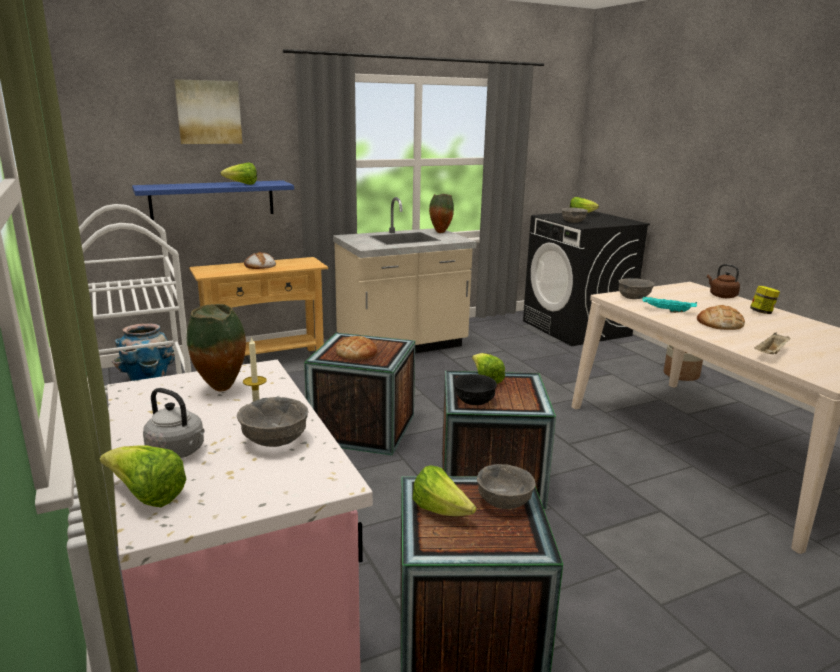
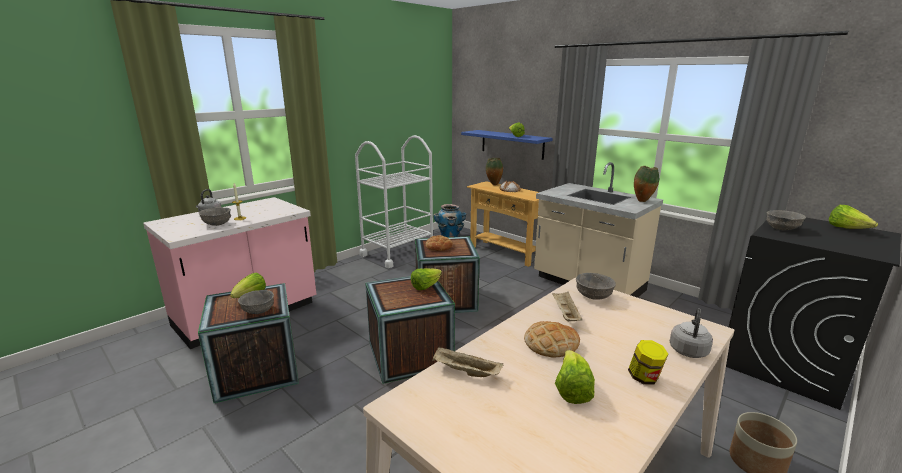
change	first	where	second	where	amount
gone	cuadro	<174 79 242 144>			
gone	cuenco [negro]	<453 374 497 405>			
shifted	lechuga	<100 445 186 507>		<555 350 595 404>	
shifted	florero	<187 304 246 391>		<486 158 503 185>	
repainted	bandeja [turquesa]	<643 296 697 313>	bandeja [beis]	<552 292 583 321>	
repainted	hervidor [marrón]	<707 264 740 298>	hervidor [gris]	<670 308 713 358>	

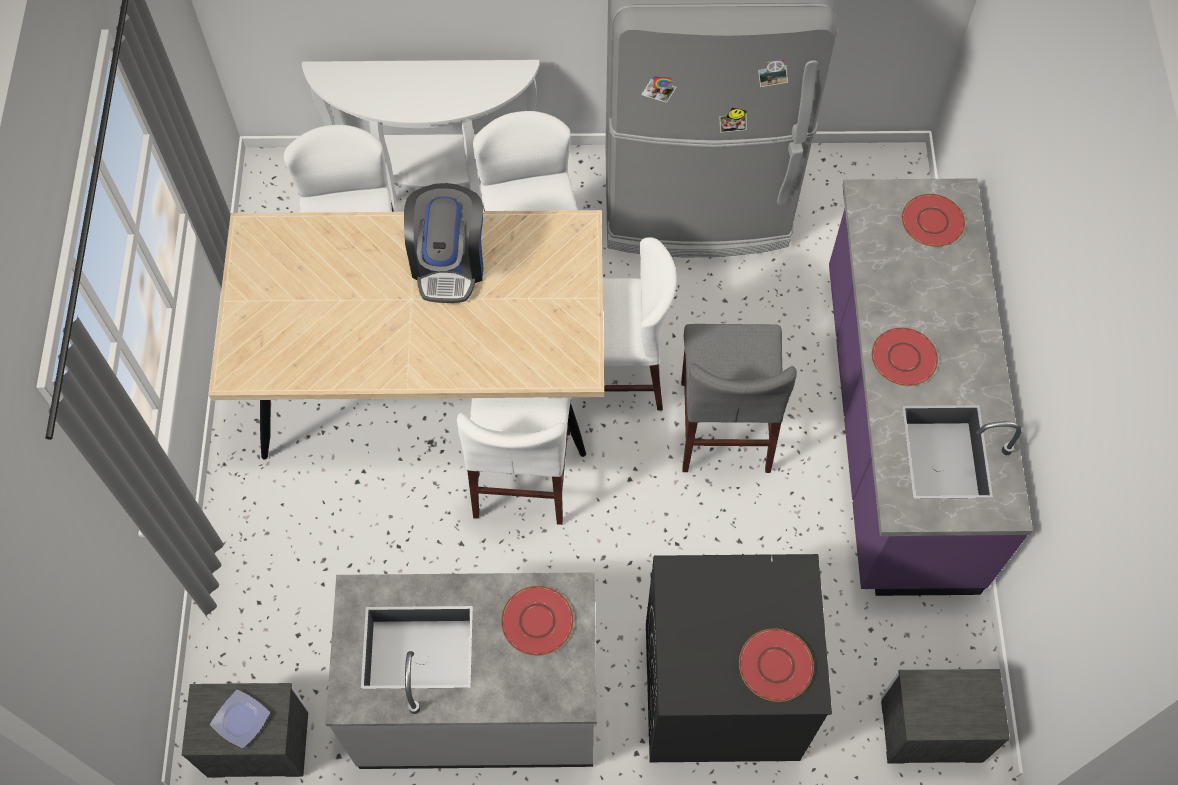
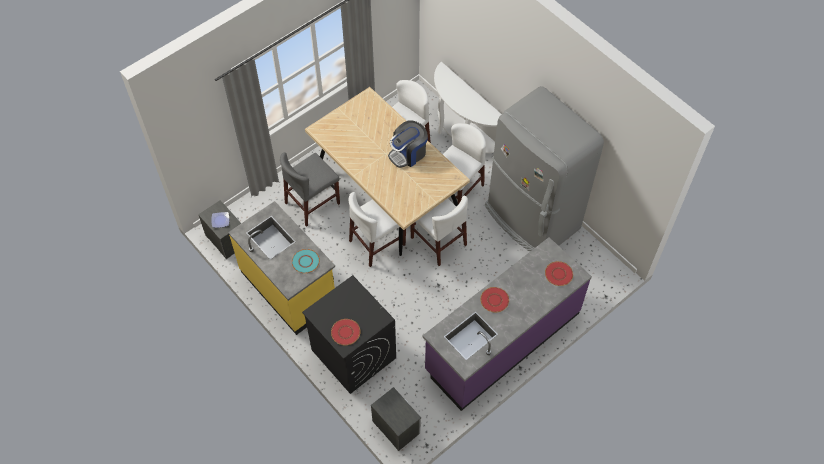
change	first	where	second	where	amount
shifted	silla [gris]	<681 324 797 473>		<280 152 340 227>	
repainted	mueble bajo de cocina [gris]	<326 572 596 769>	mueble bajo de cocina [amarillo]	<228 201 335 335>	
repainted	plato [rojo]	<501 586 574 656>	plato [turquesa]	<292 249 320 273>	

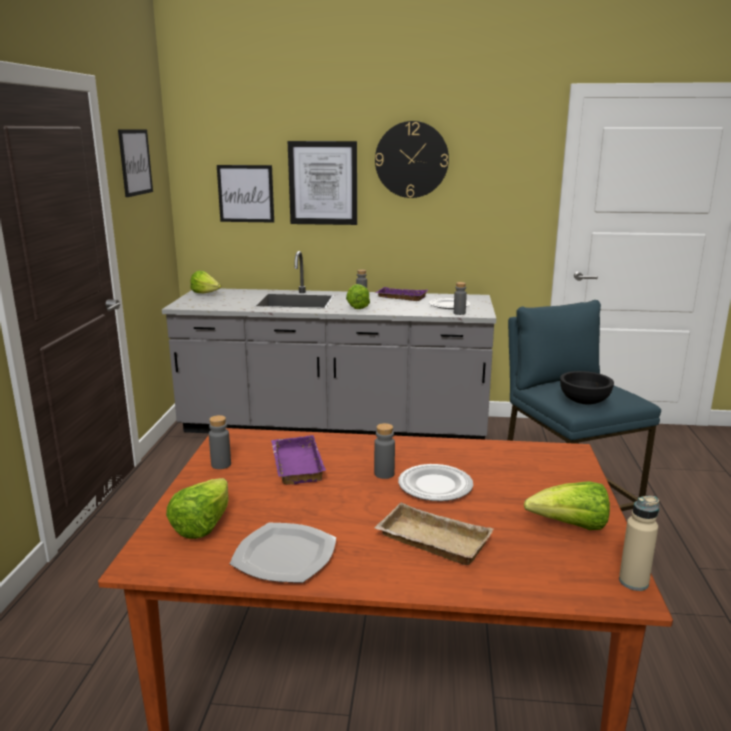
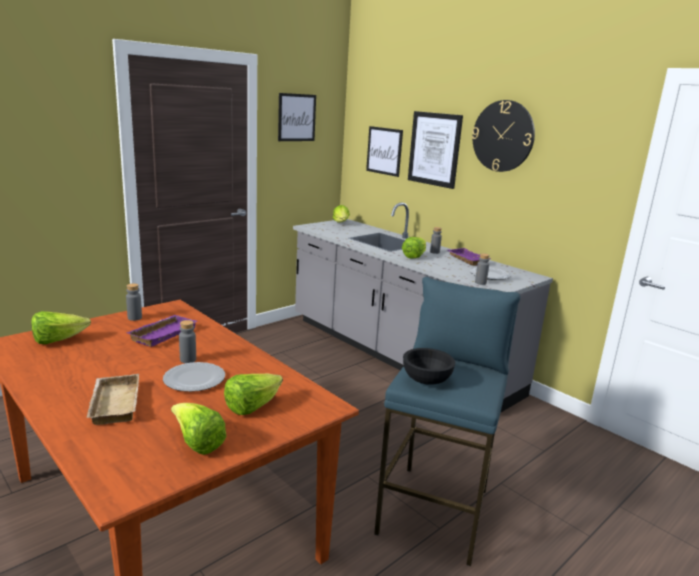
change	first	where	second	where	amount
gone	plato	<230 523 336 583>			
gone	botella [beis]	<619 496 659 591>			
new			lechuga	<224 373 283 415>	

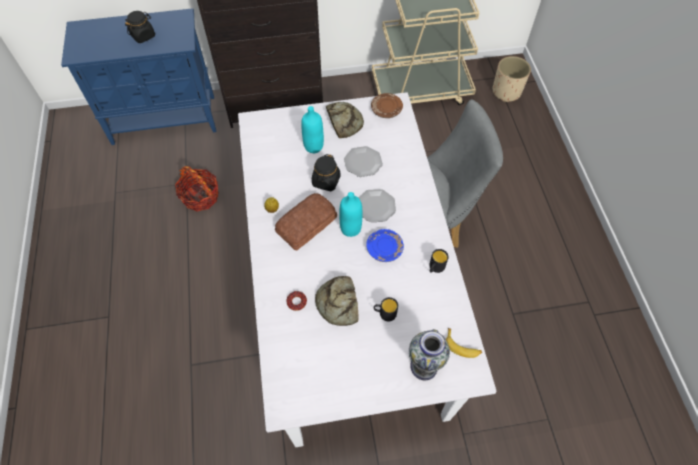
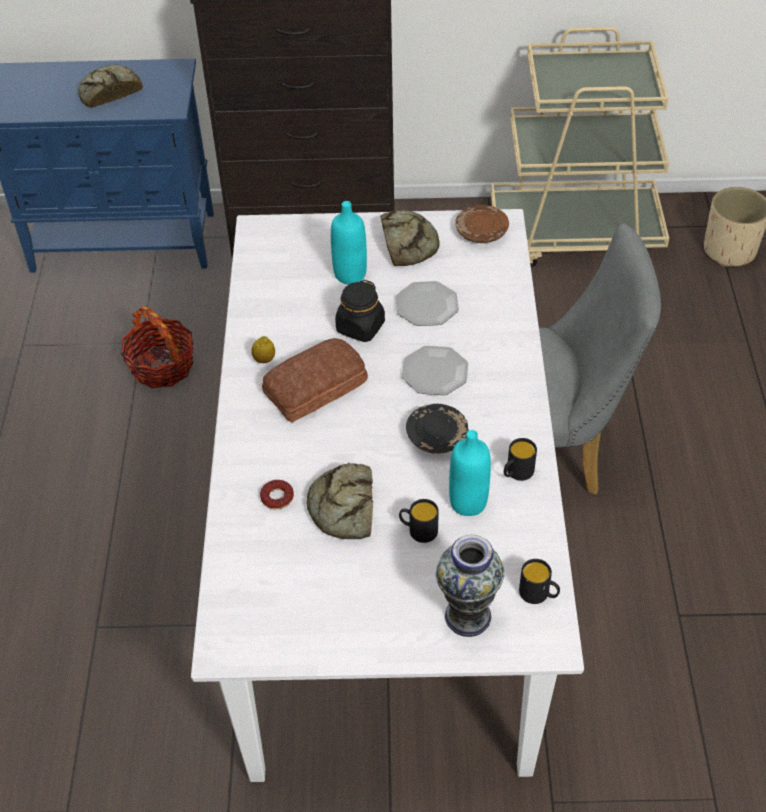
change	first	where	second	where	amount
shifted	botella [turquesa]	<339 192 362 237>		<449 430 491 516>	
swapped	tarro [negro]	<125 11 155 43>	pan	<78 64 143 108>	
swapped	plátano	<446 328 482 358>	taza grande [negro]	<519 559 560 604>	
repainted	plato [azul]	<366 229 404 262>	plato [negro]	<406 404 469 454>	

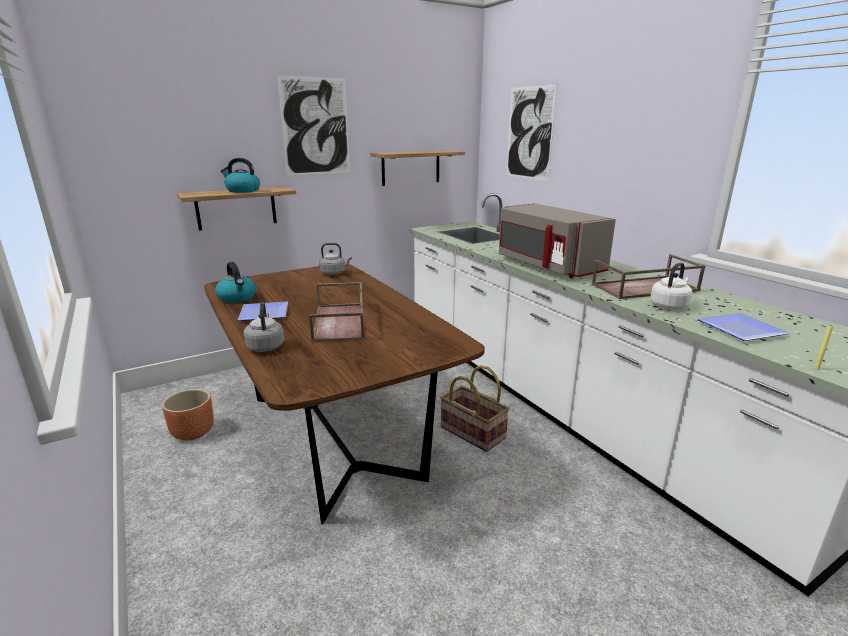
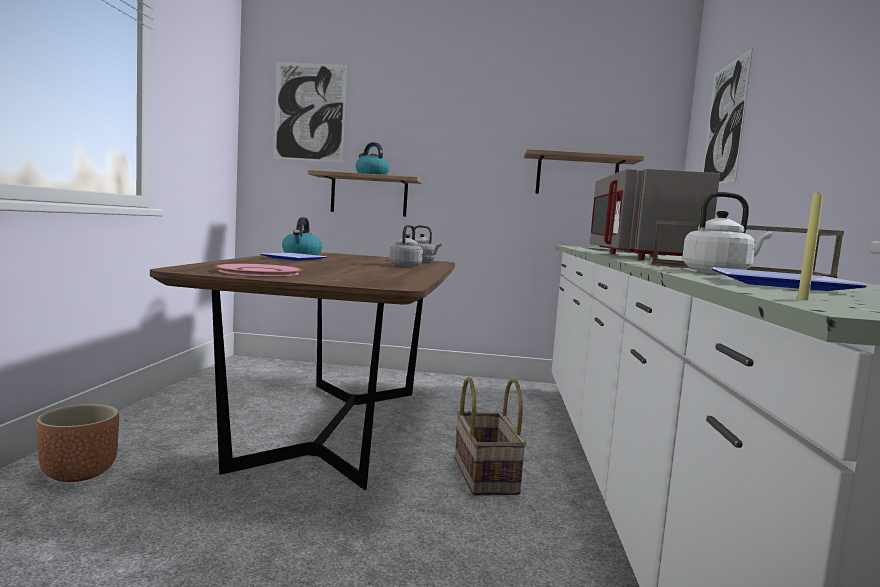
change	first	where	second	where	amount
gone	bandeja [marrón]	<309 282 364 343>			
new			plato [rosa]	<214 264 303 276>	
shifted	maceta [marrón]	<162 389 214 440>		<36 404 119 482>	
shifted	hervidor [gris]	<244 302 284 352>		<389 225 423 267>	
shifted	cuadro	<277 75 350 176>		<274 62 347 163>	

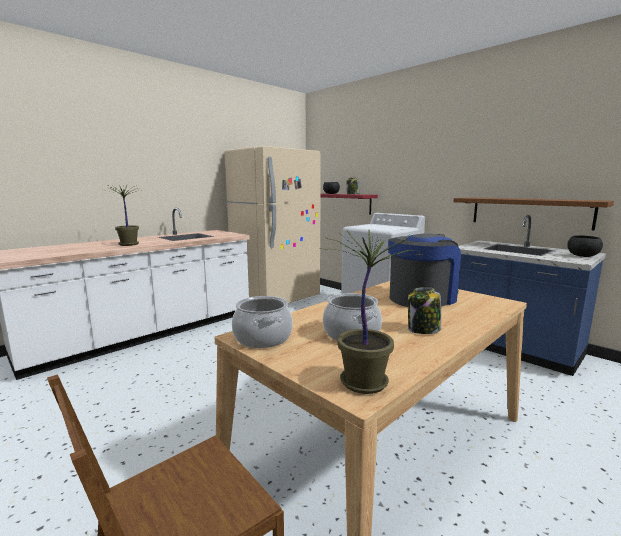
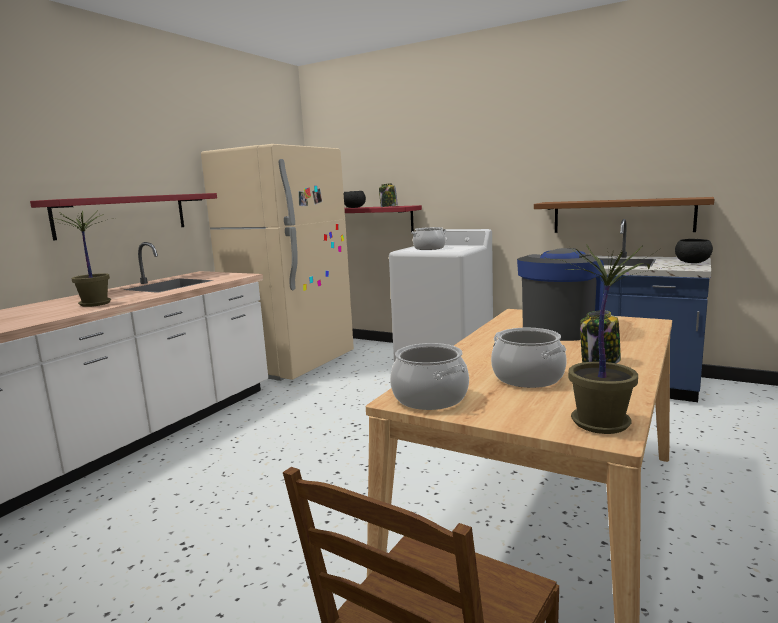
change	first	where	second	where	amount
new			estante [rojo]	<30 193 217 241>	
new			olla	<411 227 446 250>	

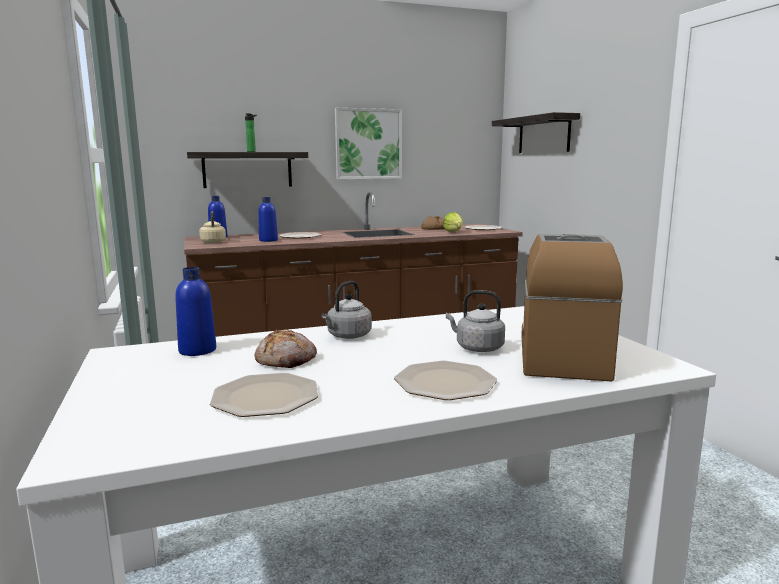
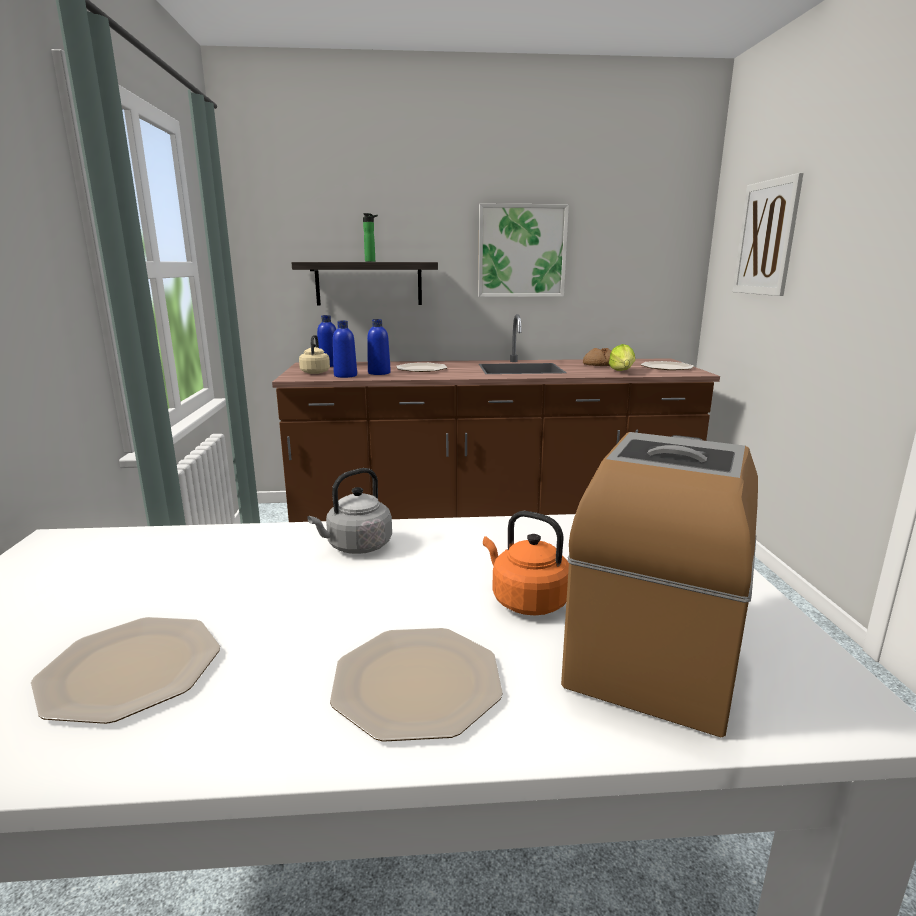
change	first	where	second	where	amount
gone	pan	<254 330 317 368>			
shifted	botella [azul]	<175 267 216 356>		<333 321 357 378>	
swapped	estante	<492 112 580 153>	cuadro	<733 173 803 296>	
repainted	hervidor [gris]	<446 290 505 352>	hervidor [naranja]	<483 511 569 616>	

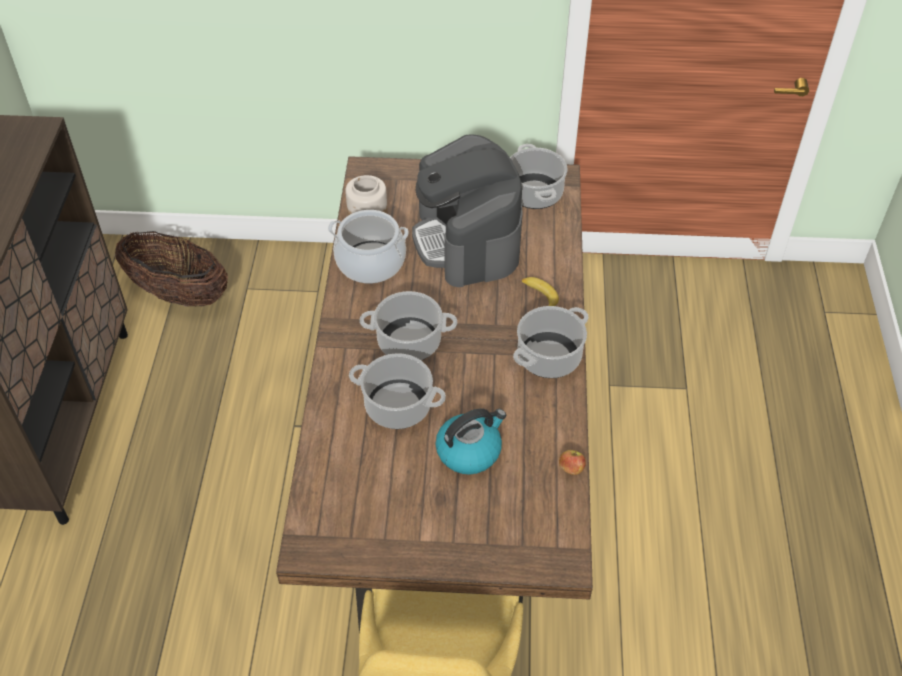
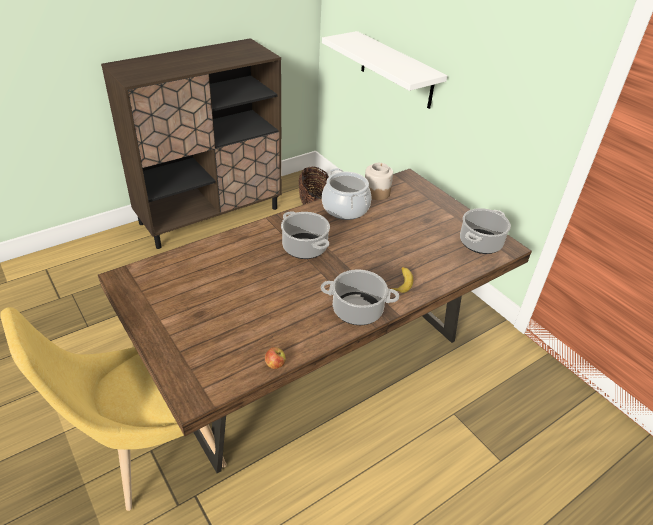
change	first	where	second	where	amount
gone	olla	<349 353 446 429>			
gone	cafetera	<412 134 523 287>			
gone	hervidor	<436 408 506 475>			
new			estante [blanco]	<322 31 448 109>	

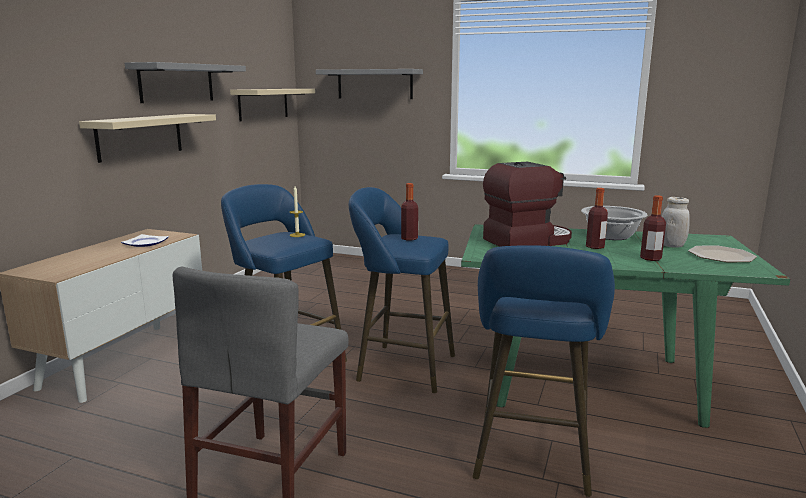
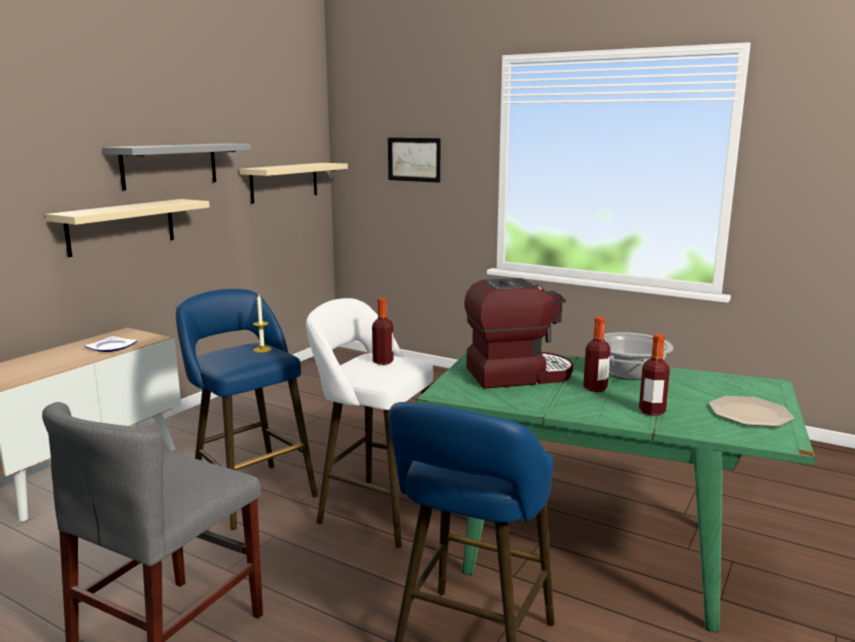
change	first	where	second	where	amount
gone	tarro [blanco]	<662 197 690 248>			
swapped	estante [gris]	<316 69 423 99>	cuadro	<388 138 440 183>	
repainted	taburete [azul]	<349 187 455 393>	taburete [blanco]	<306 298 433 548>	

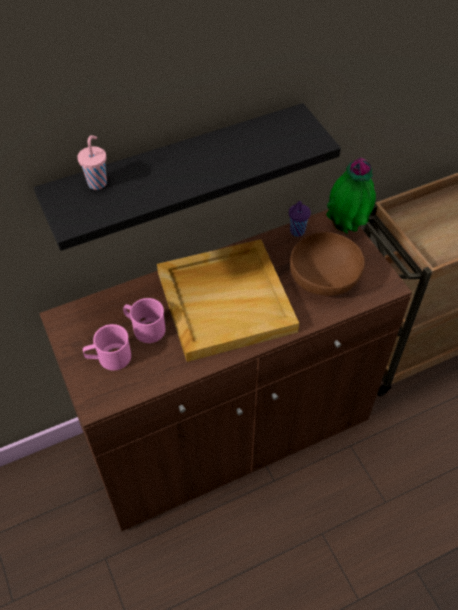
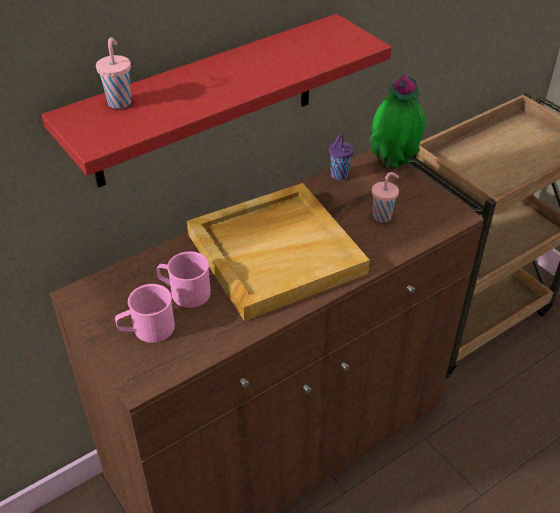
change	first	where	second	where	amount
swapped	cuenco [marrón]	<290 232 365 296>	taza [rosa]	<372 172 399 222>	
repainted	estante [negro]	<34 103 341 251>	estante [rojo]	<42 14 392 188>	

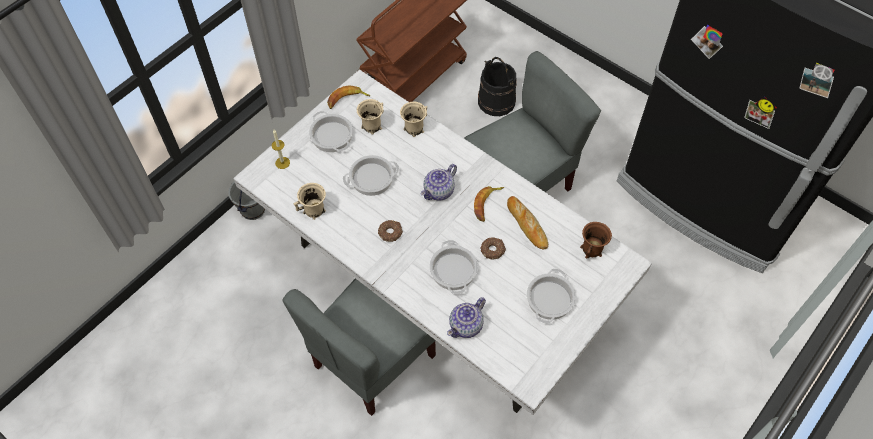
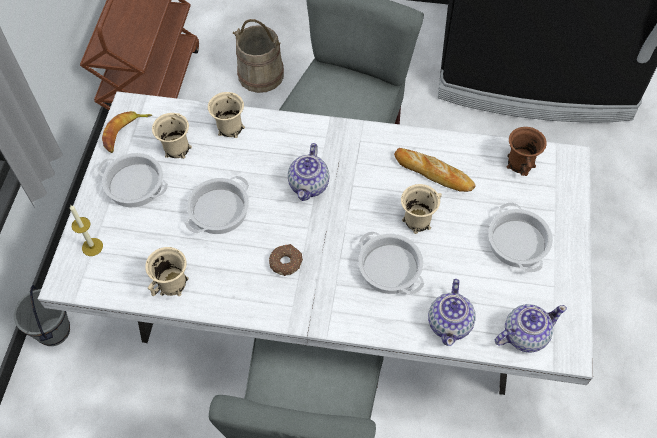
change	first	where	second	where	amount
gone	plátano	<474 186 505 222>			
new			tetera	<495 304 567 353>	
swapped	rosquilla	<480 237 506 259>	taza grande [beis]	<401 184 442 234>	
repainted	cubo [negro]	<478 57 517 116>	cubo [beis]	<233 19 284 93>	

